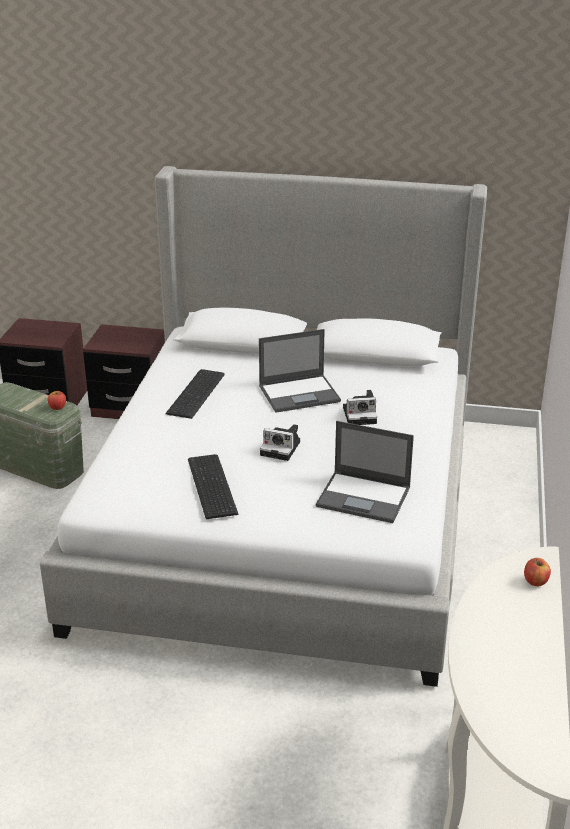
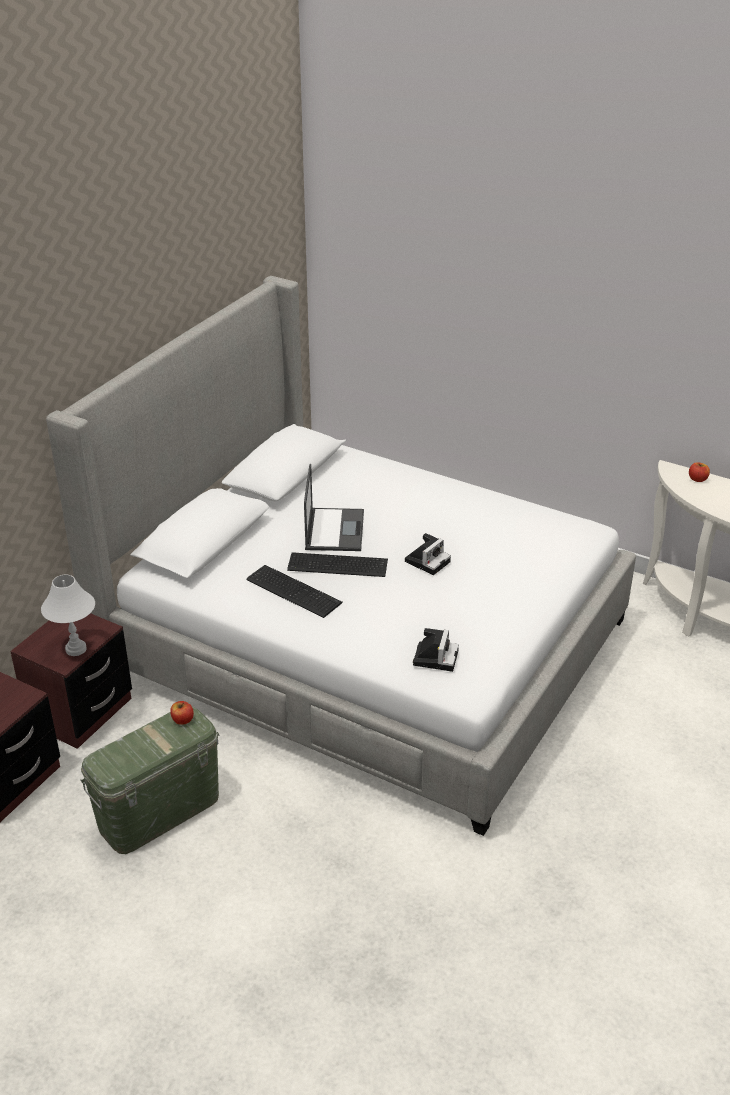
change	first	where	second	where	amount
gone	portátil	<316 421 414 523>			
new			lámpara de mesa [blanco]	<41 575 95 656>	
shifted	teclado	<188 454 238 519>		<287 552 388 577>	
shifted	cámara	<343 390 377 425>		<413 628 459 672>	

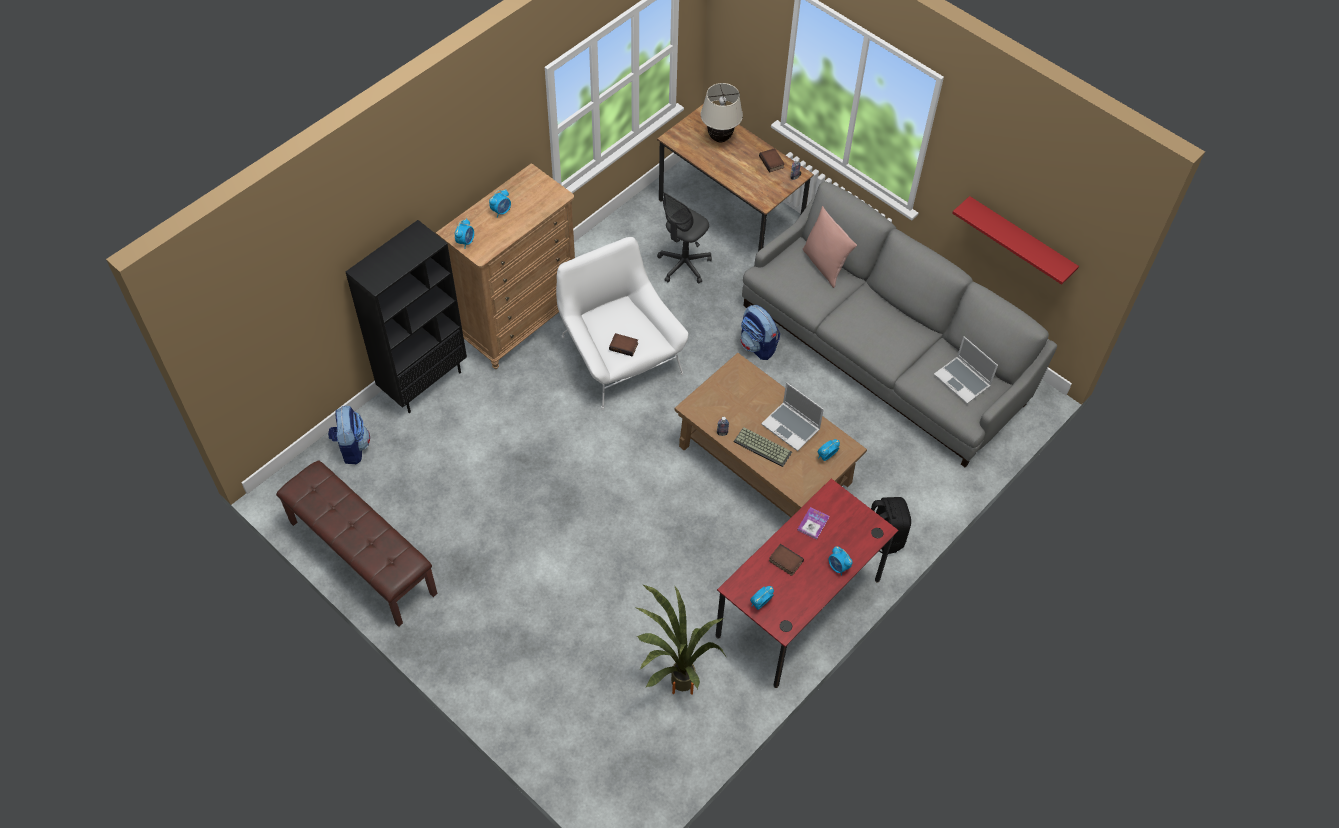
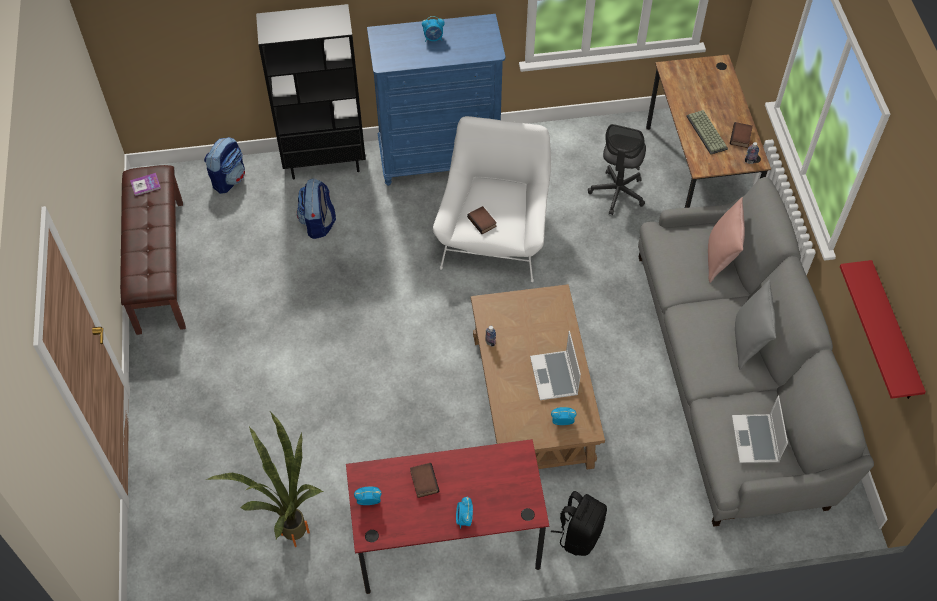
change	first	where	second	where	amount
gone	despertador	<455 219 474 249>			
gone	lámpara de mesa [beis]	<701 83 743 142>			
new			cojín [gris]	<735 279 776 370>	
shifted	teclado	<734 427 792 467>		<686 110 728 155>	
shifted	mochila	<741 305 780 360>		<297 179 336 239>	
shifted	libro	<797 507 829 540>		<130 173 161 196>	
repainted	cómoda [marrón]	<436 163 575 369>	cómoda [azul]	<367 14 505 186>	
rotated	silla de oficina [gris]	<657 192 712 284>		<588 124 646 215>	60 degrees counterclockwise

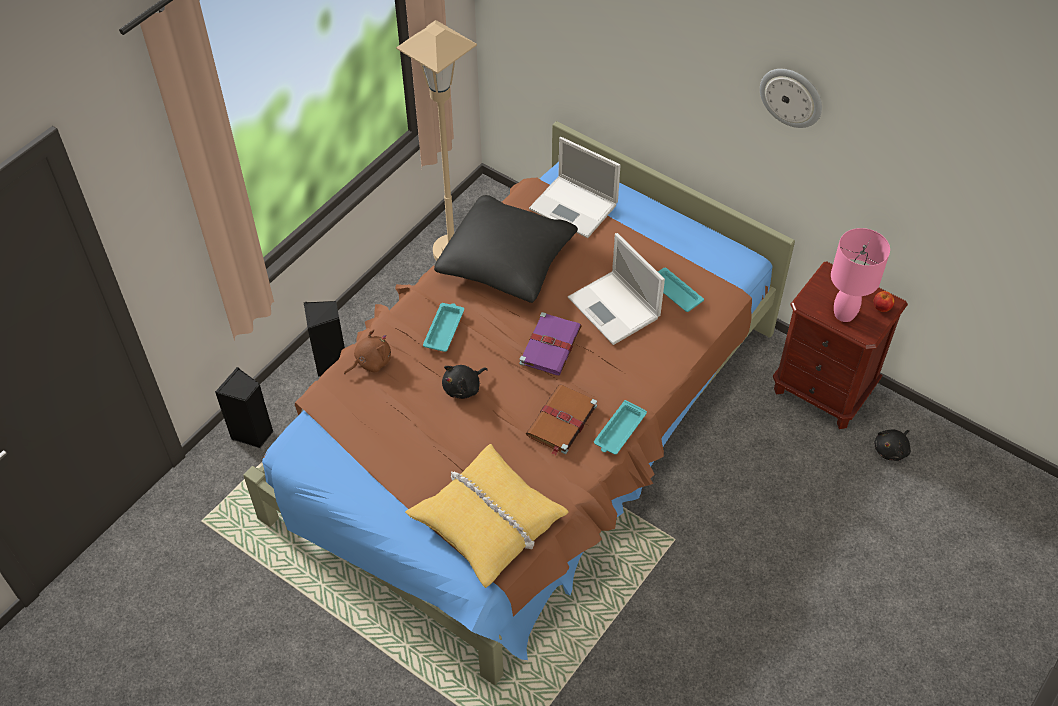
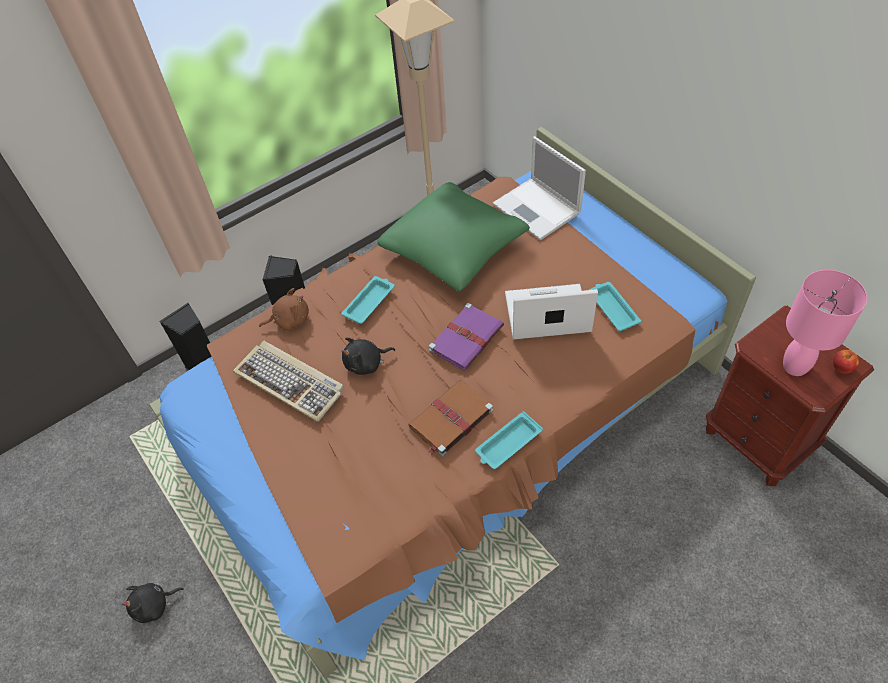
change	first	where	second	where	amount
gone	cojín [amarillo]	<405 444 569 588>			
gone	reloj de pared	<760 69 822 128>			
new			teclado	<233 341 344 422>	
shifted	peluche [negro]	<874 430 911 461>		<122 583 184 623>	
repainted	cojín [negro]	<434 195 578 303>	cojín [verde]	<377 182 530 291>	
rotated	portátil	<568 233 665 345>		<505 284 598 339>	105 degrees clockwise

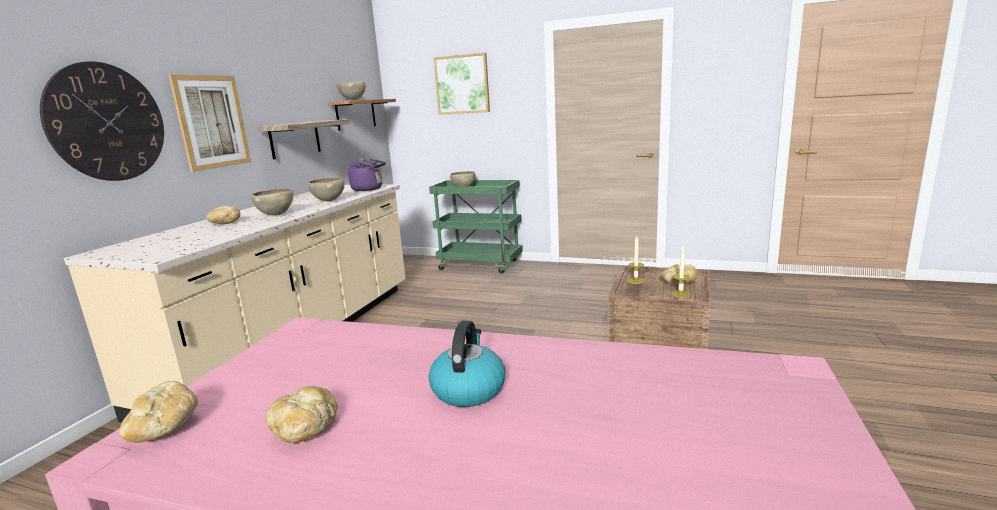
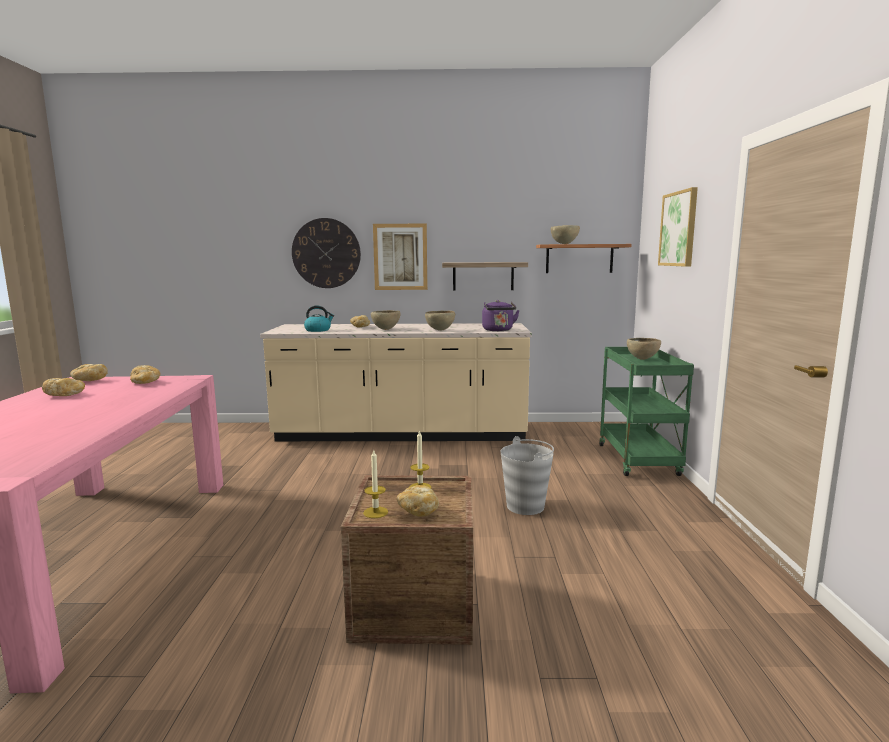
change	first	where	second	where	amount
new			pan	<130 365 161 384>	
new			cubo [gris]	<501 436 554 515>	
shifted	hervidor	<429 321 505 407>		<304 305 334 332>	

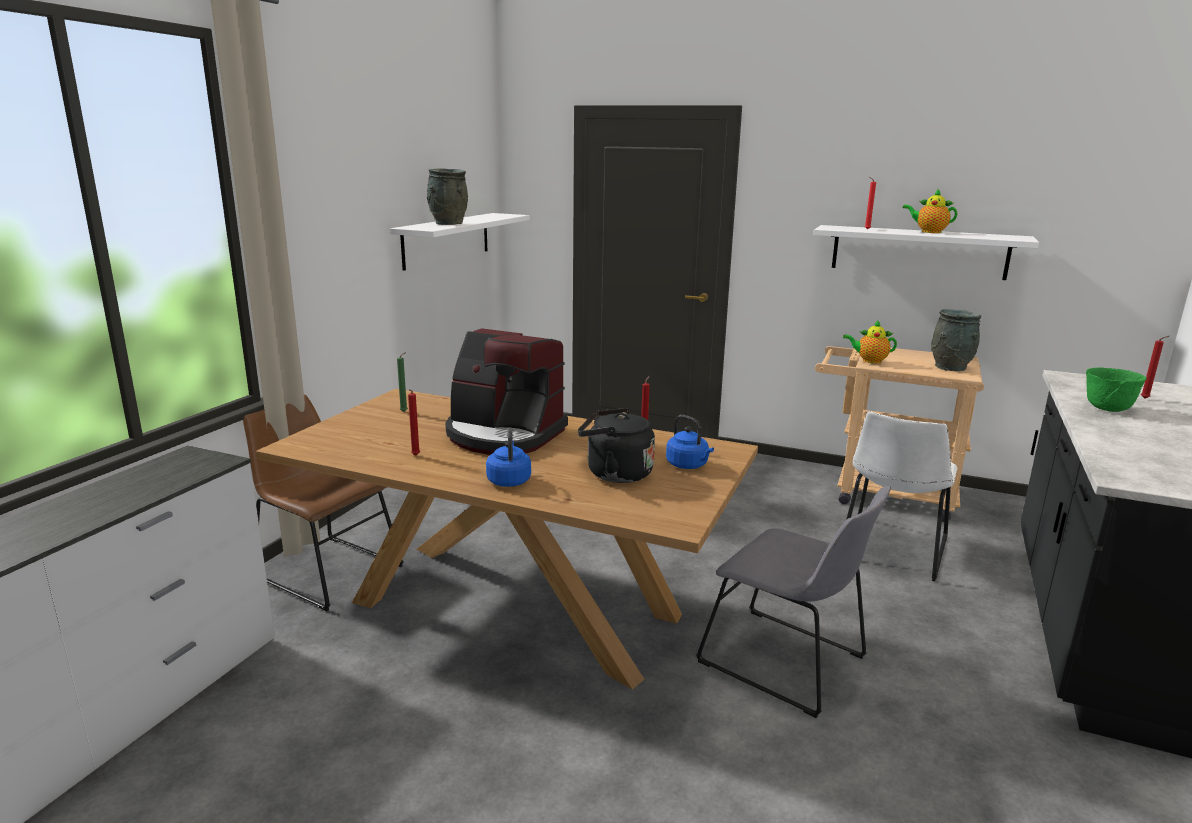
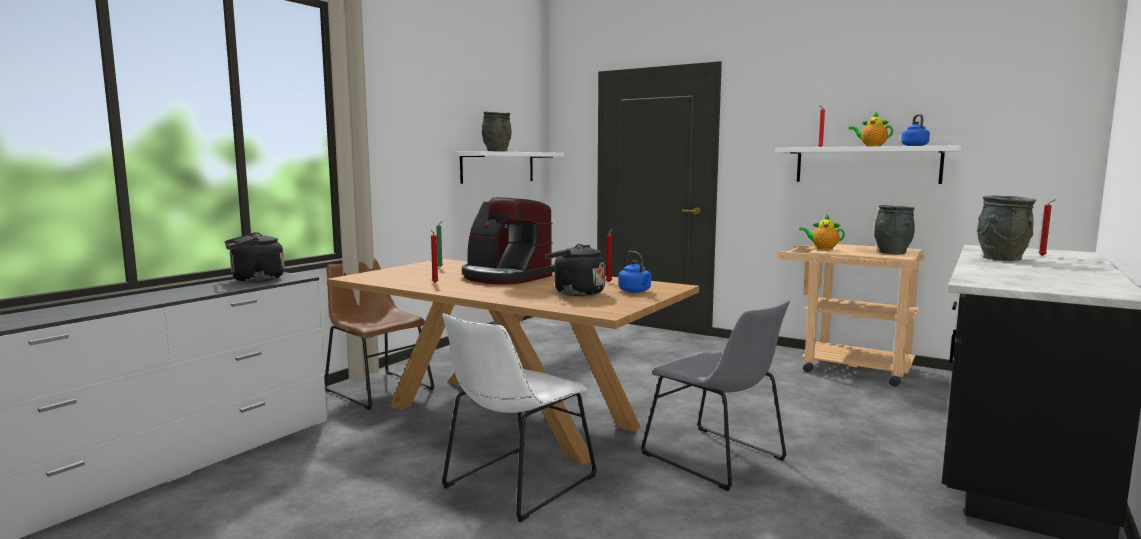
change	first	where	second	where	amount
new			hervidor [negro]	<225 232 285 282>	
shifted	hervidor [azul]	<486 428 531 487>		<901 114 930 146>	
shifted	silla [blanco]	<846 411 957 581>		<442 313 597 522>	
swapped	cuenco [verde]	<1086 367 1146 412>	florero [gris]	<977 196 1036 261>	

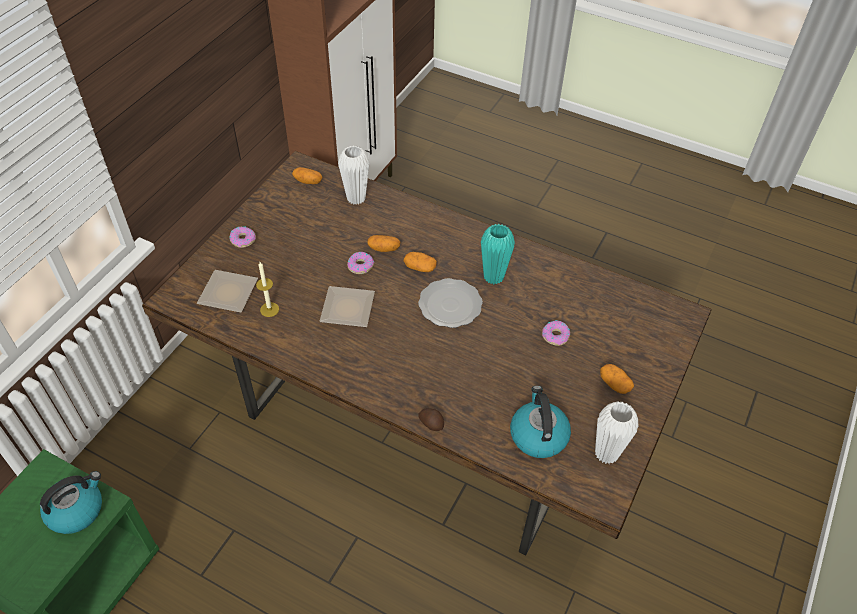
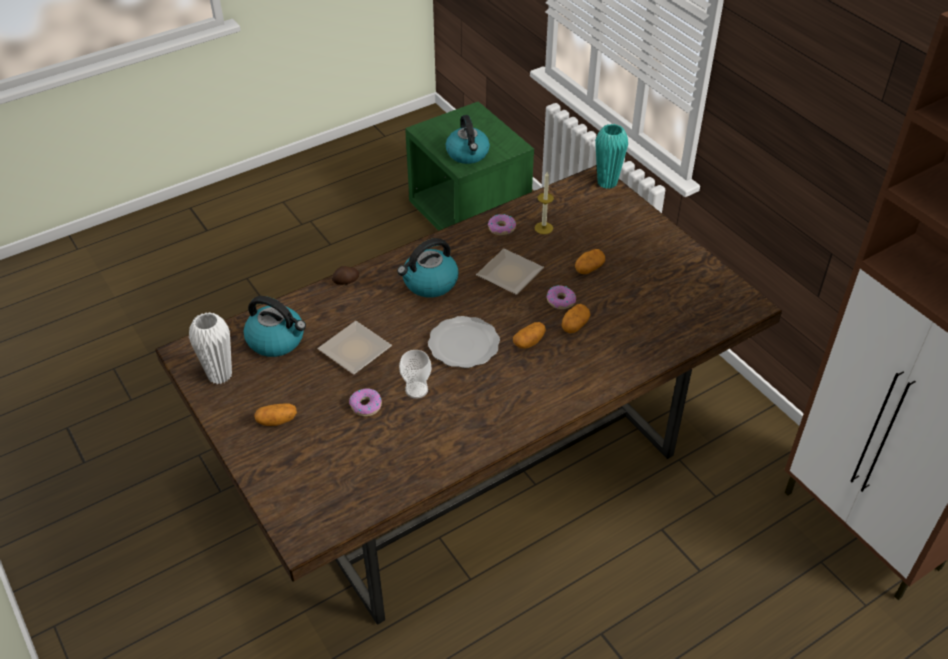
change	first	where	second	where	amount
gone	florero [blanco]	<338 146 370 205>			
new			hervidor	<397 238 459 298>	
new			taza	<399 350 431 399>	
shifted	plato	<197 270 258 313>		<318 321 392 375>	
shifted	rosquilla	<229 226 256 248>		<488 214 516 235>	
shifted	patata	<292 167 323 184>		<575 249 605 274>	
shifted	florero [turquesa]	<481 224 515 284>		<595 124 628 189>	

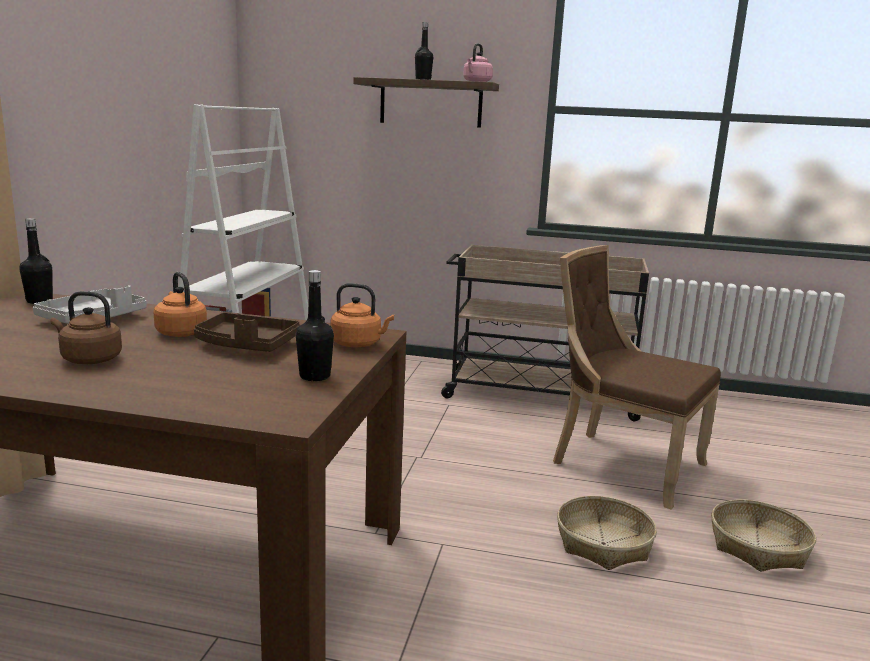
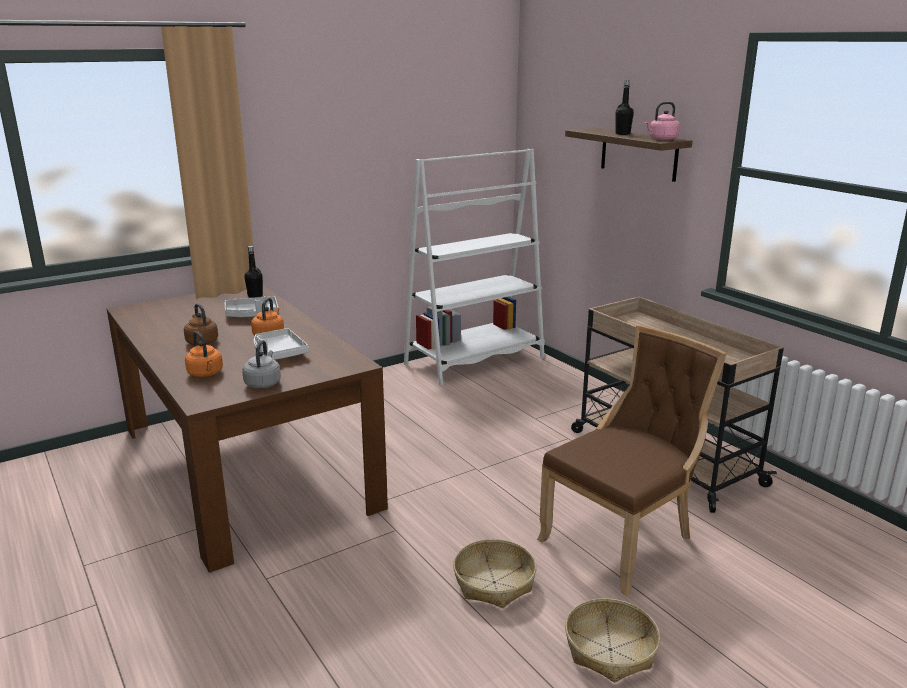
change	first	where	second	where	amount
shifted	hervidor [naranja]	<330 283 394 347>		<185 331 223 377>	
swapped	botella [negro]	<296 270 334 381>	hervidor [gris]	<242 340 281 388>	
repainted	bandeja [marrón]	<194 313 300 352>	bandeja [blanco]	<254 328 309 360>	
rotated	silla [marrón]	<553 245 721 510>		<537 325 727 596>	60 degrees clockwise

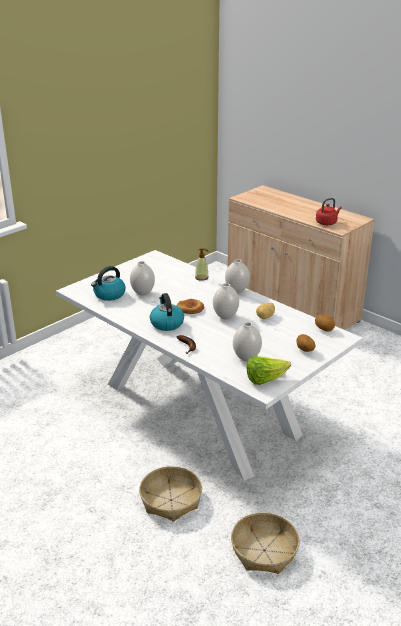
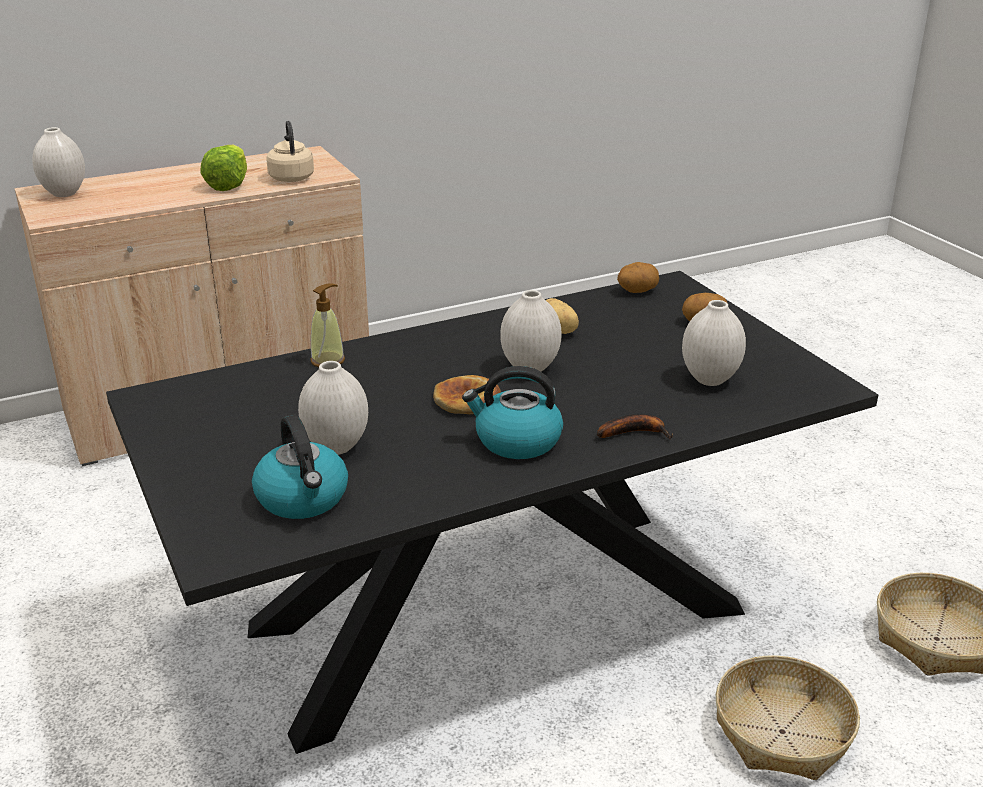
change	first	where	second	where	amount
shifted	florero [blanco]	<225 259 250 293>		<32 127 85 197>	
shifted	lechuga	<247 356 291 385>		<200 144 247 191>	
repainted	mesa de comedor [blanco]	<56 250 363 480>	mesa de comedor [negro]	<106 271 878 754>	
repainted	hervidor [rojo]	<316 198 342 225>	hervidor [beis]	<266 121 314 182>	

